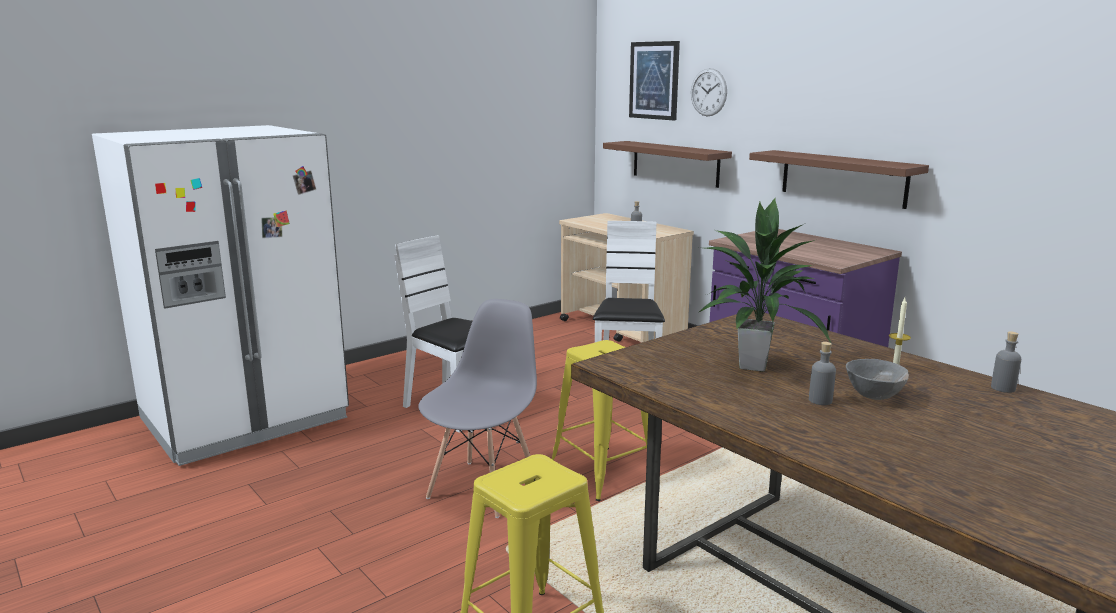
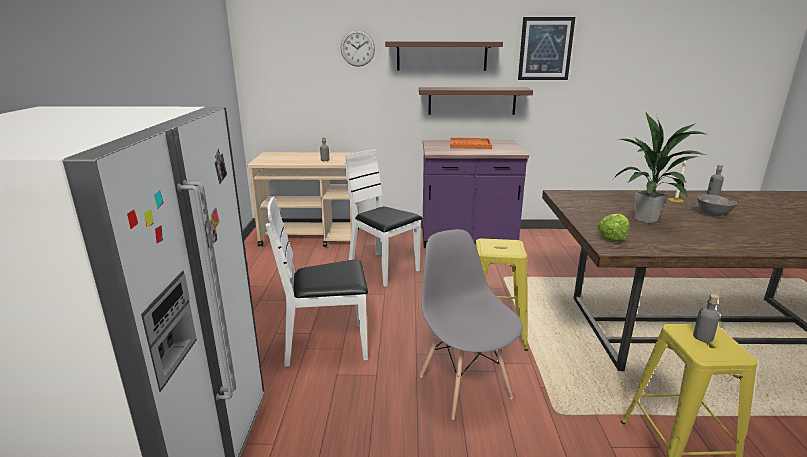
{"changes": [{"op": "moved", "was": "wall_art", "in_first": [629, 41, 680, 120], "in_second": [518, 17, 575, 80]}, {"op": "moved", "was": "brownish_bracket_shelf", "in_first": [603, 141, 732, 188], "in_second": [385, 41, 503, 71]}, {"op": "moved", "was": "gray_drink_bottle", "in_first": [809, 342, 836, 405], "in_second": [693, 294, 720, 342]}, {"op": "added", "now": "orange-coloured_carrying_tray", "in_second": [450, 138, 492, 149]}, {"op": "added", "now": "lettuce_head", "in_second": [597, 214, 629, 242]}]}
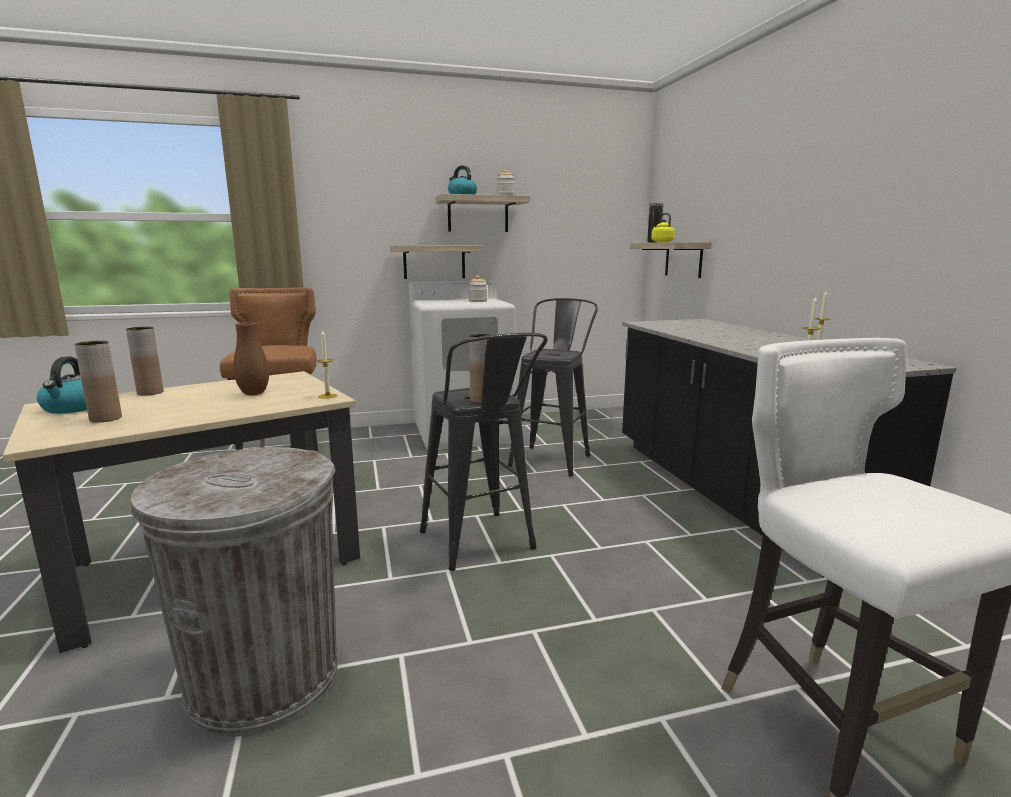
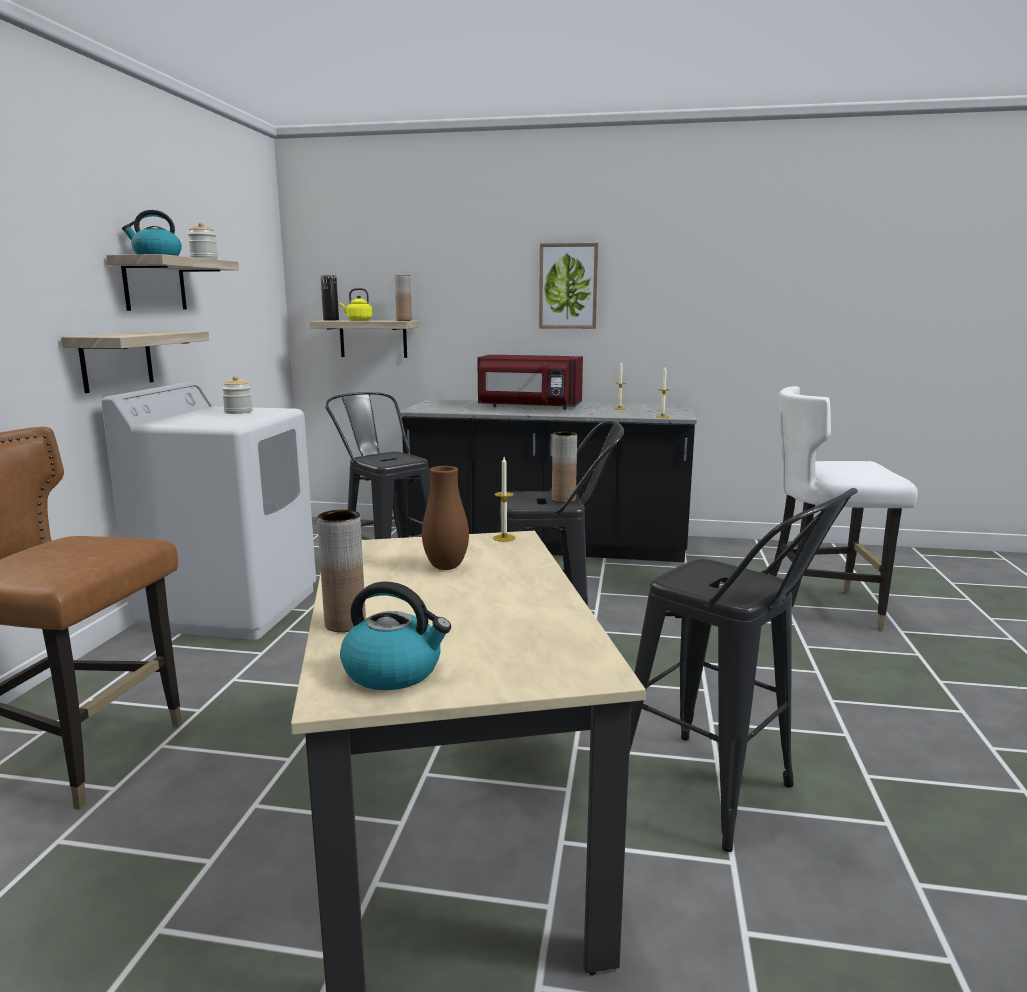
{"changes": [{"op": "moved", "was": "brownish_decorative_vase", "in_first": [74, 341, 122, 423], "in_second": [395, 275, 412, 321]}, {"op": "replaced", "was": "gray_waste_bin", "now": "black-coloured_sitting_stool", "in_first": [131, 447, 338, 737], "in_second": [629, 488, 858, 852]}, {"op": "added", "now": "wall_art", "in_second": [539, 243, 598, 329]}, {"op": "added", "now": "reddish_kitchen_microwave", "in_second": [477, 355, 583, 410]}]}
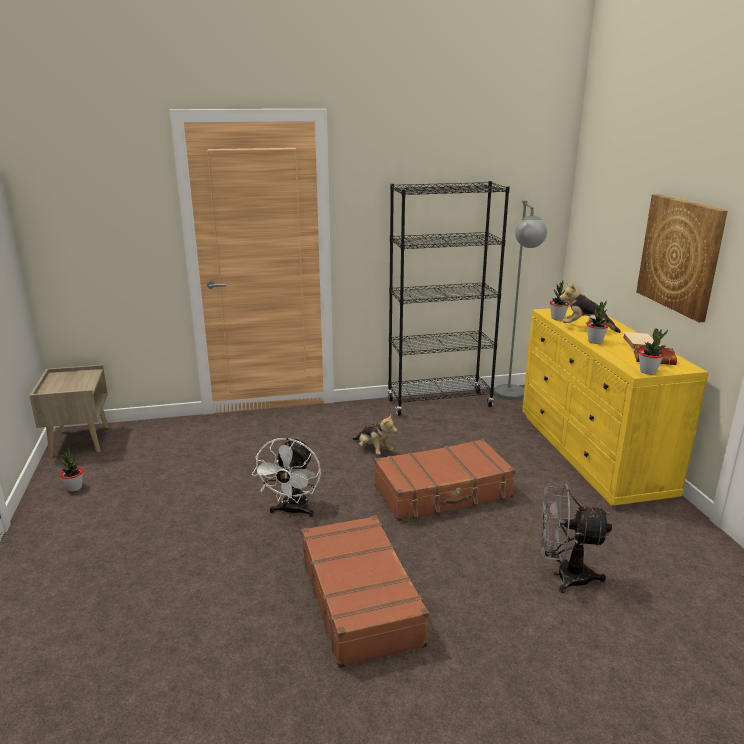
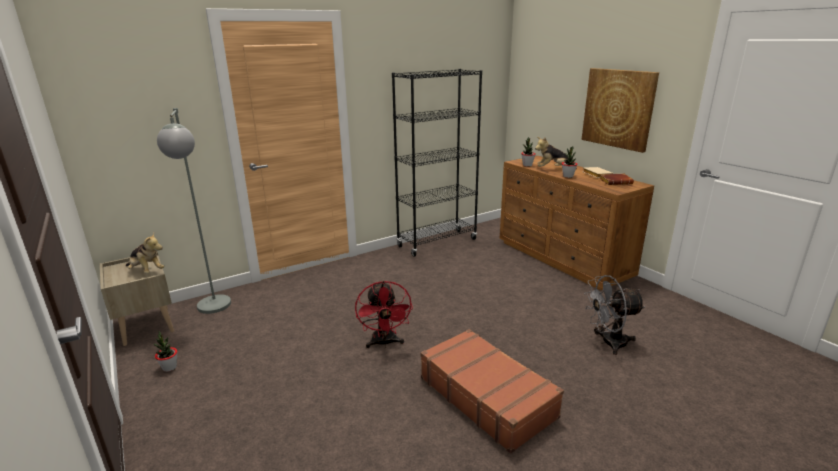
{"changes": [{"op": "moved", "was": "gray_standing_lamp", "in_first": [494, 200, 547, 400], "in_second": [157, 108, 231, 314]}, {"op": "recoloured", "was": "yellow_chest_of_drawers", "now": "brownish_chest_of_drawers", "in_first": [522, 307, 708, 506], "in_second": [500, 155, 654, 290]}, {"op": "removed", "was": "potted_plant", "in_first": [639, 328, 668, 375]}, {"op": "moved", "was": "soft_toy", "in_first": [352, 415, 398, 455], "in_second": [126, 233, 164, 274]}, {"op": "recoloured", "was": "white_cooling_fan", "now": "reddish_cooling_fan", "in_first": [252, 438, 321, 517], "in_second": [355, 281, 413, 348]}, {"op": "removed", "was": "brownish_suitcase", "in_first": [375, 439, 516, 521]}]}
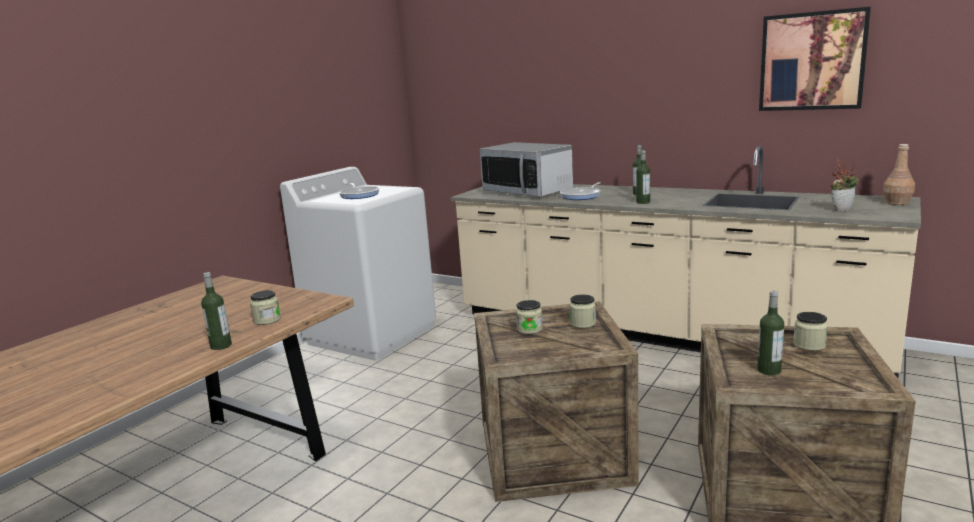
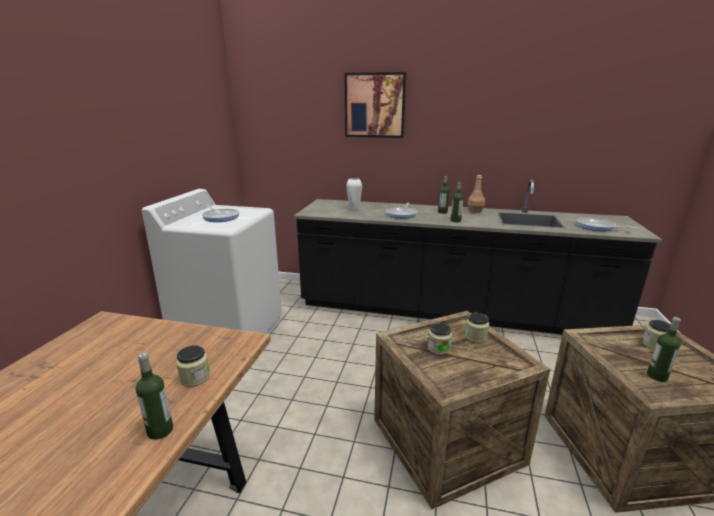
{"changes": [{"op": "moved", "was": "wall_art", "in_first": [759, 7, 871, 111], "in_second": [345, 72, 406, 138]}, {"op": "replaced", "was": "kitchen_microwave", "now": "white_decorative_vase", "in_first": [480, 142, 573, 197], "in_second": [346, 178, 362, 211]}, {"op": "moved", "was": "brownish_drink_bottle", "in_first": [883, 144, 915, 205], "in_second": [467, 175, 485, 213]}, {"op": "recoloured", "was": "beige_counter", "now": "black-coloured_counter", "in_first": [451, 146, 921, 378], "in_second": [294, 179, 662, 335]}, {"op": "replaced", "was": "potted_plant", "now": "pan", "in_first": [831, 160, 859, 211], "in_second": [577, 218, 638, 231]}]}
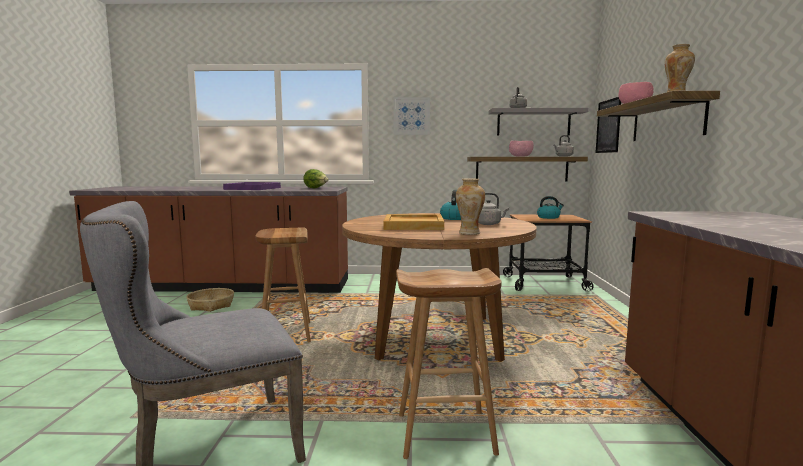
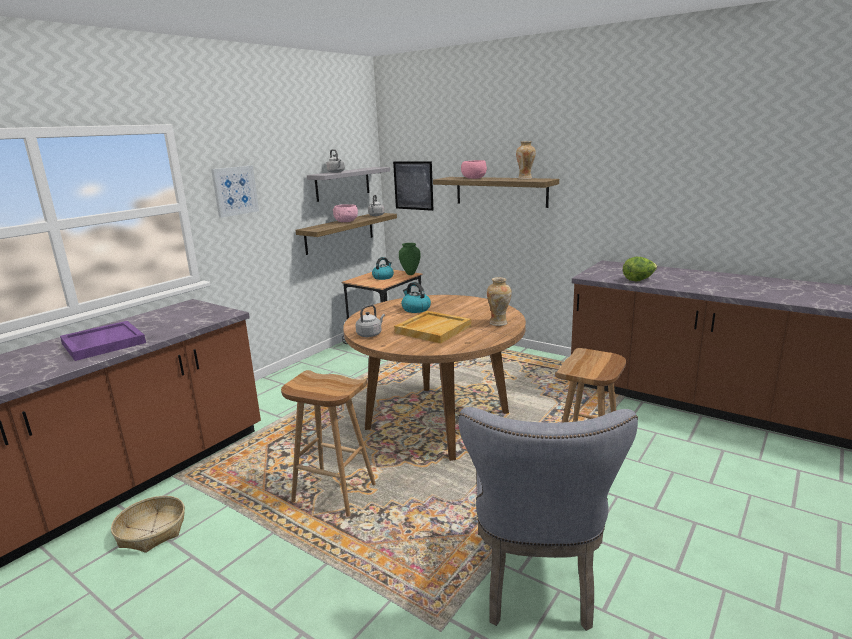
{"changes": [{"op": "moved", "was": "lettuce_head", "in_first": [303, 169, 328, 188], "in_second": [623, 257, 657, 281]}, {"op": "moved", "was": "gray_tea_kettle", "in_first": [478, 193, 509, 225], "in_second": [356, 304, 385, 337]}, {"op": "added", "now": "green-coloured_decorative_vase", "in_second": [399, 243, 421, 275]}]}
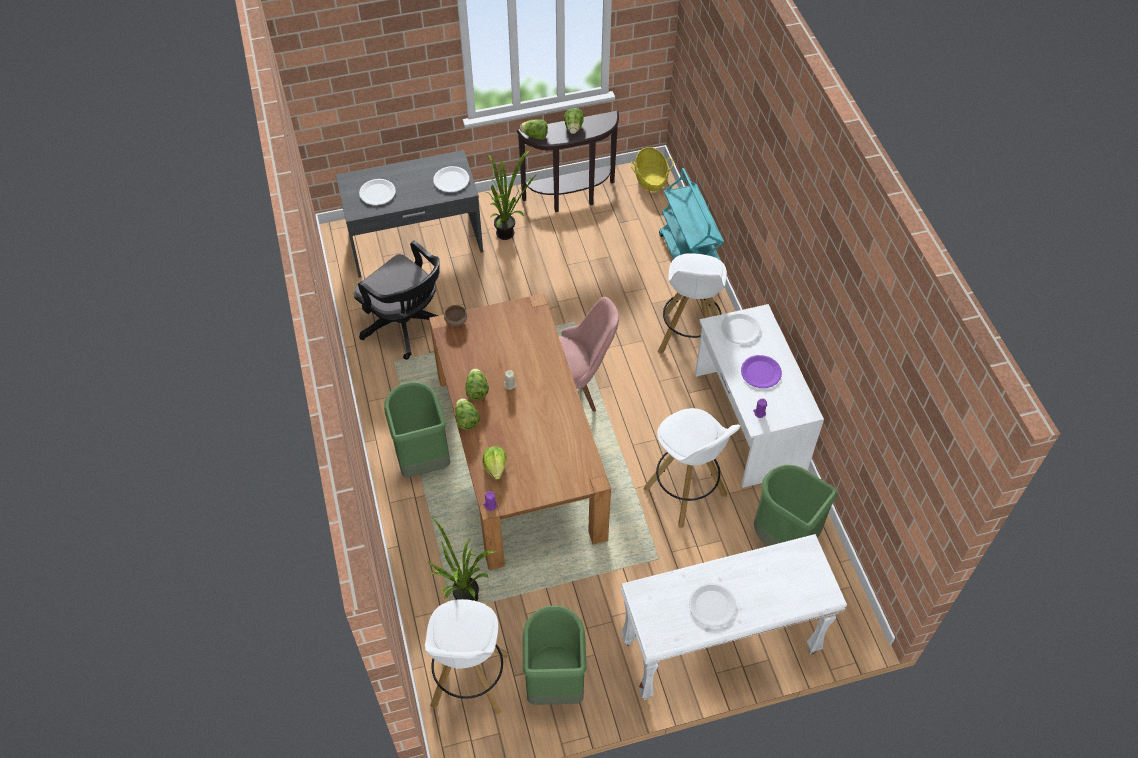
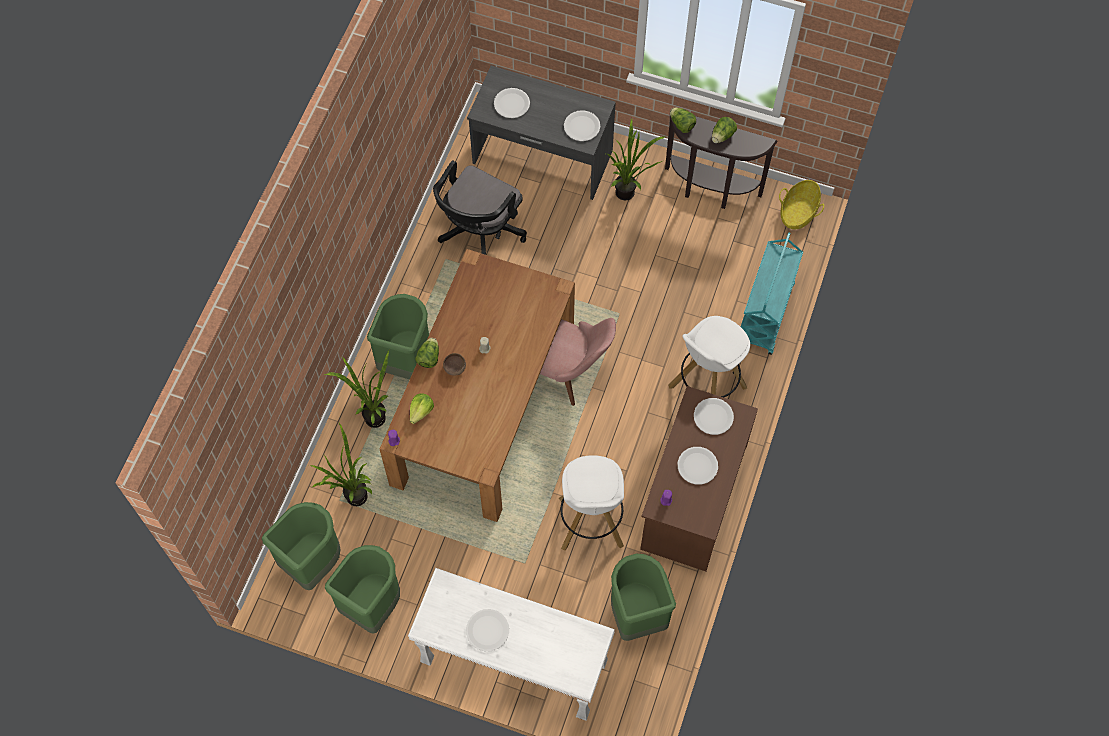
{"changes": [{"op": "turned", "was": "black-coloured_office_chair", "in_first": [354, 241, 440, 360], "in_second": [433, 160, 527, 255], "clockwise": 45}, {"op": "recoloured", "was": "white_desk_unit", "now": "brownish_desk_unit", "in_first": [695, 304, 824, 488], "in_second": [640, 386, 758, 571]}, {"op": "moved", "was": "brownish_deep_dish", "in_first": [444, 305, 467, 327], "in_second": [443, 353, 466, 376]}, {"op": "recoloured", "was": "purple-coloured_flat_dish", "now": "white_flat_dish", "in_first": [741, 355, 782, 388], "in_second": [678, 447, 718, 485]}, {"op": "removed", "was": "lettuce_head", "in_first": [465, 368, 489, 400]}, {"op": "replaced", "was": "white_sitting_stool", "now": "green-coloured_waste_bin", "in_first": [425, 599, 509, 715], "in_second": [262, 502, 340, 590]}, {"op": "added", "now": "potted_plant", "in_second": [324, 350, 389, 428]}]}
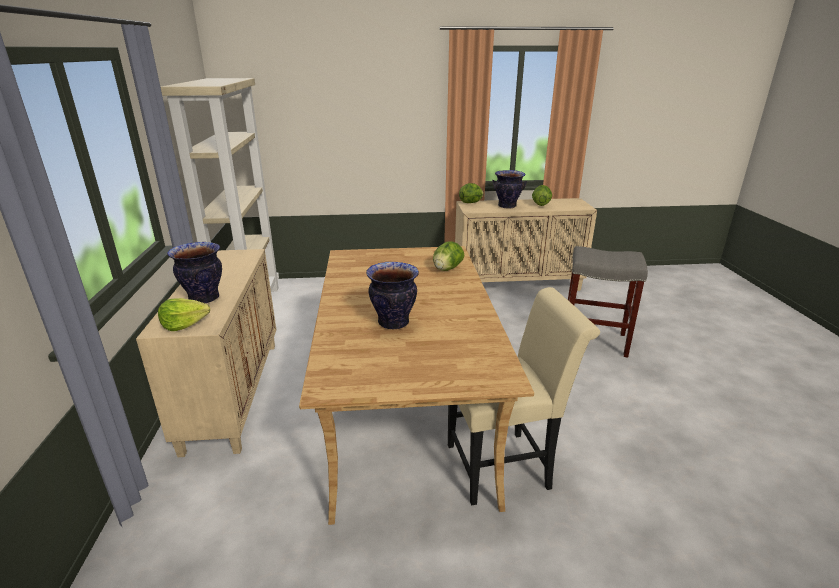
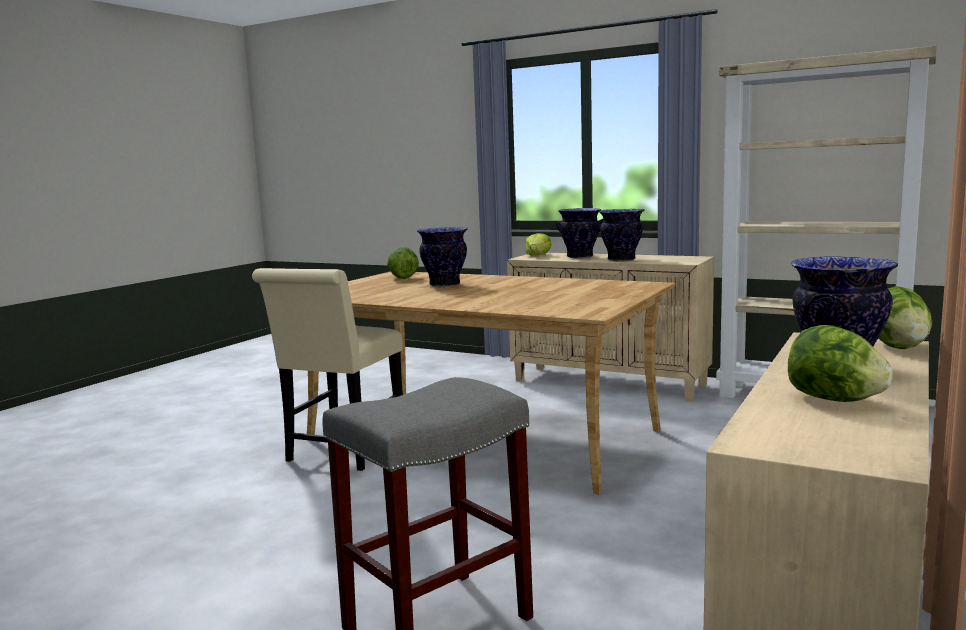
{"changes": [{"op": "moved", "was": "lettuce_head", "in_first": [433, 241, 465, 271], "in_second": [387, 246, 419, 279]}, {"op": "added", "now": "decorative_vase", "in_second": [599, 208, 644, 262]}]}
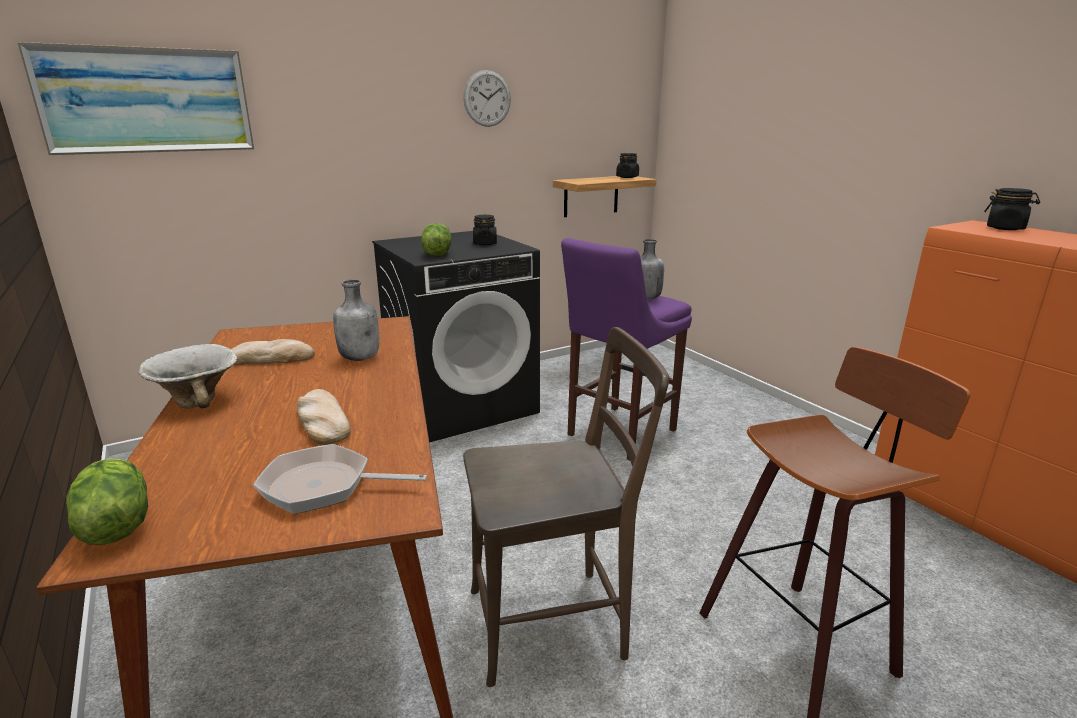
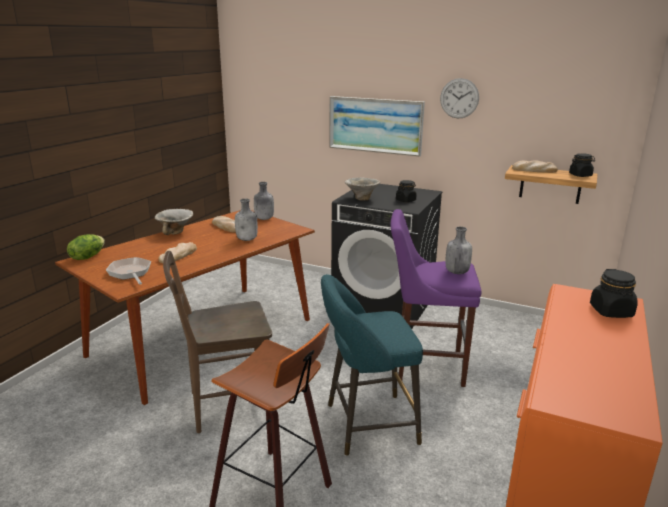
{"changes": [{"op": "moved", "was": "wall_art", "in_first": [17, 42, 254, 155], "in_second": [329, 96, 425, 157]}, {"op": "replaced", "was": "lettuce_head", "now": "deep_dish", "in_first": [421, 223, 452, 256], "in_second": [345, 177, 381, 200]}, {"op": "turned", "was": "brownish_chair", "in_first": [463, 327, 669, 687], "in_second": [163, 251, 272, 433], "clockwise": 120}, {"op": "added", "now": "bread", "in_second": [512, 161, 558, 173]}, {"op": "added", "now": "gray_drink_bottle", "in_second": [254, 182, 274, 220]}, {"op": "added", "now": "turquoise-coloured_sitting_stool", "in_second": [321, 274, 423, 456]}]}
